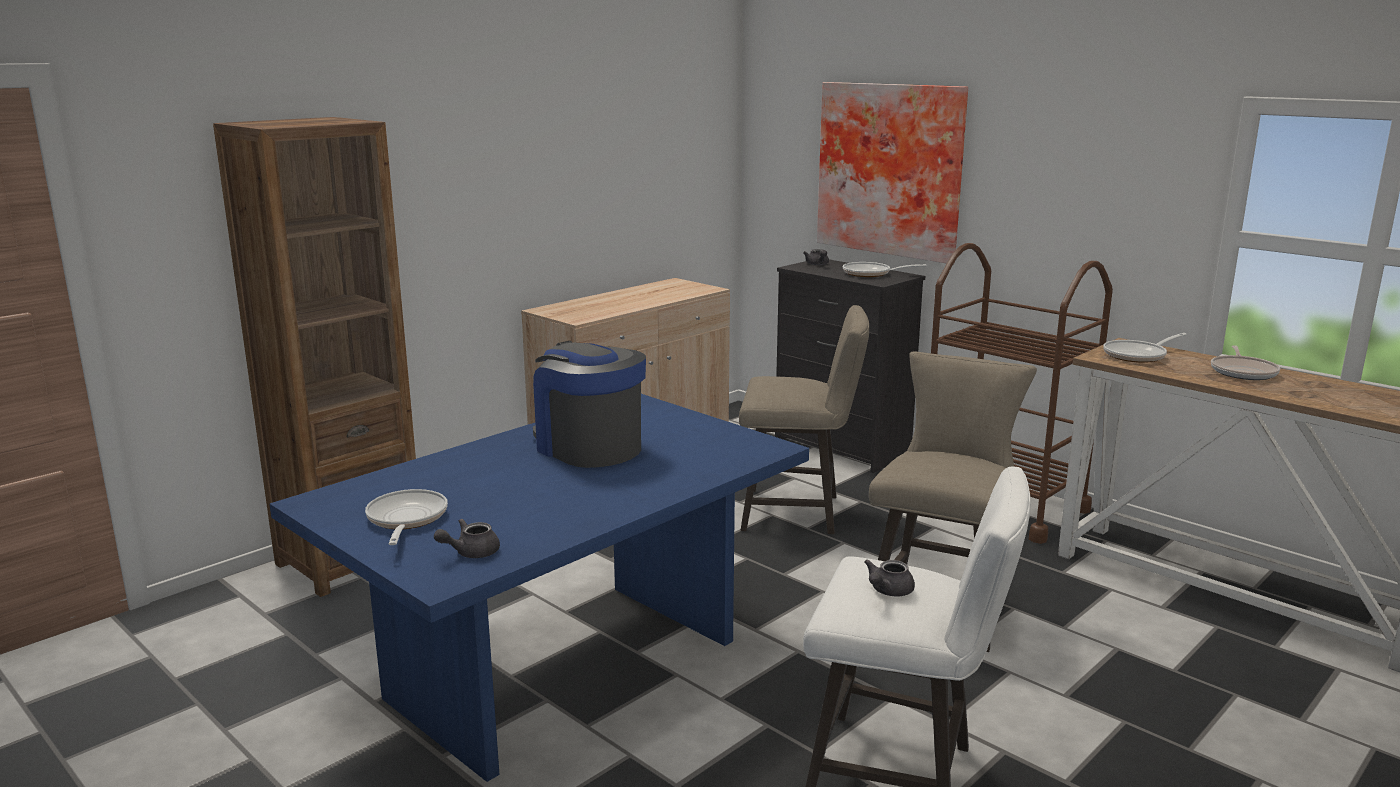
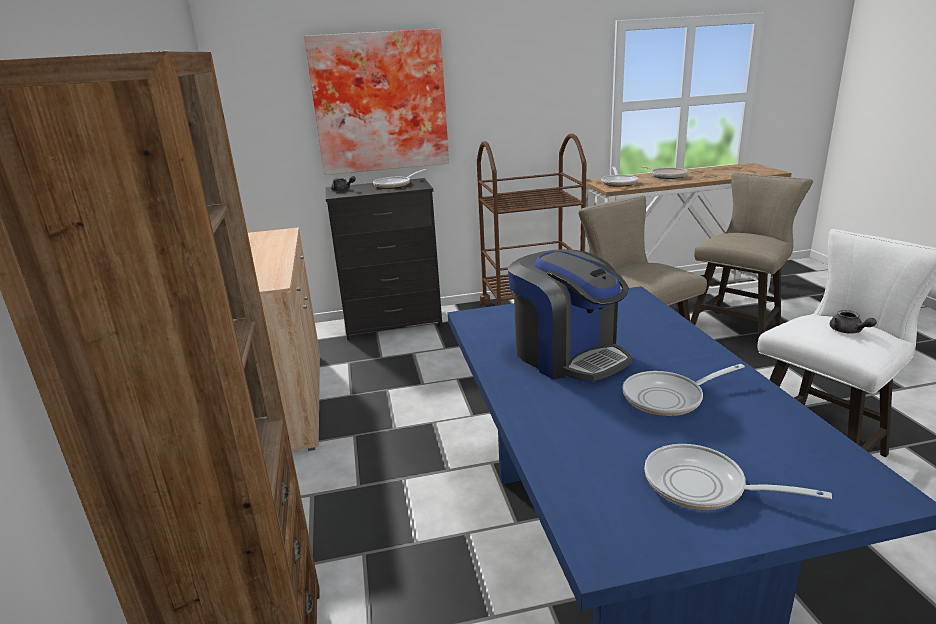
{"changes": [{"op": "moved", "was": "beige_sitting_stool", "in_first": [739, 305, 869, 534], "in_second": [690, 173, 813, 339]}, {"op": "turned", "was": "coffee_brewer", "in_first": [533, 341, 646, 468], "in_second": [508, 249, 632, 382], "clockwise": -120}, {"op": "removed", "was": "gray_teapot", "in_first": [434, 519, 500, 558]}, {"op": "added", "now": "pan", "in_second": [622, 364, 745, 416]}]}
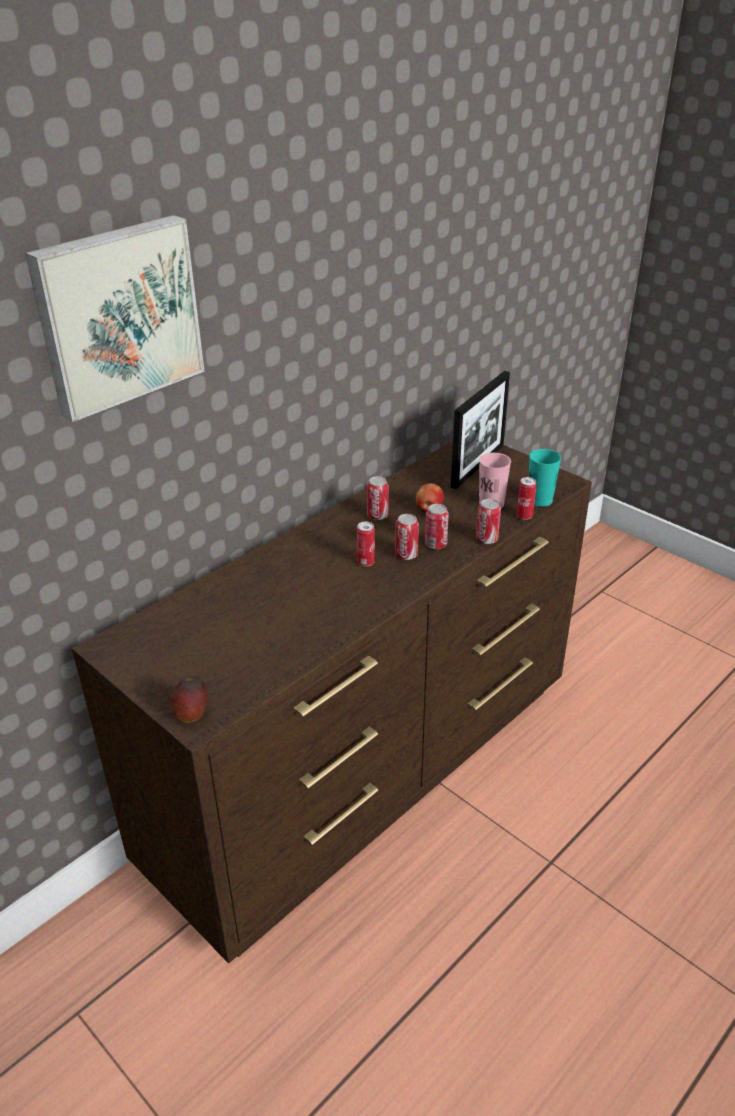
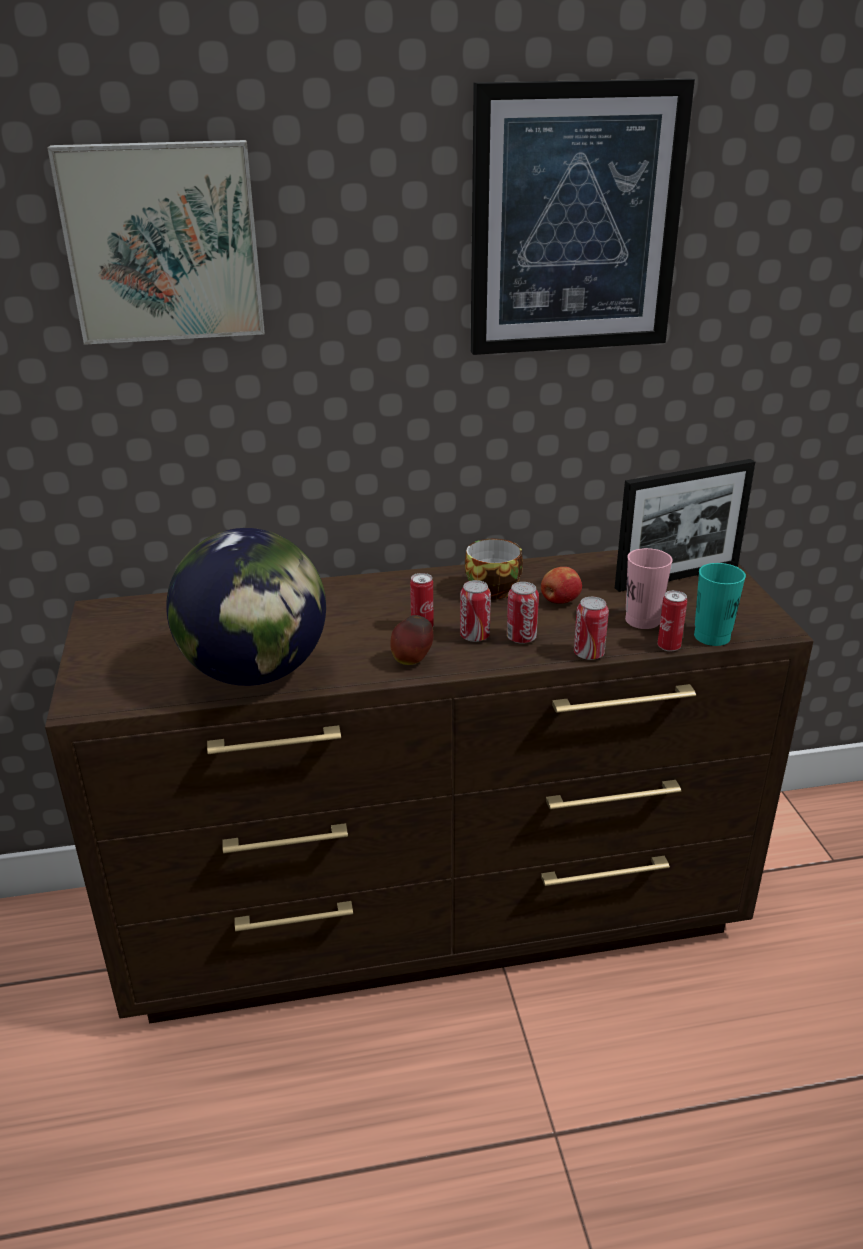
{"changes": [{"op": "replaced", "was": "sealed_can", "now": "cup", "in_first": [367, 476, 389, 520], "in_second": [465, 539, 523, 600]}, {"op": "moved", "was": "apple_fruit", "in_first": [170, 676, 208, 723], "in_second": [390, 615, 433, 665]}, {"op": "added", "now": "wall_art", "in_second": [471, 78, 695, 355]}, {"op": "added", "now": "globe", "in_second": [166, 528, 326, 686]}]}
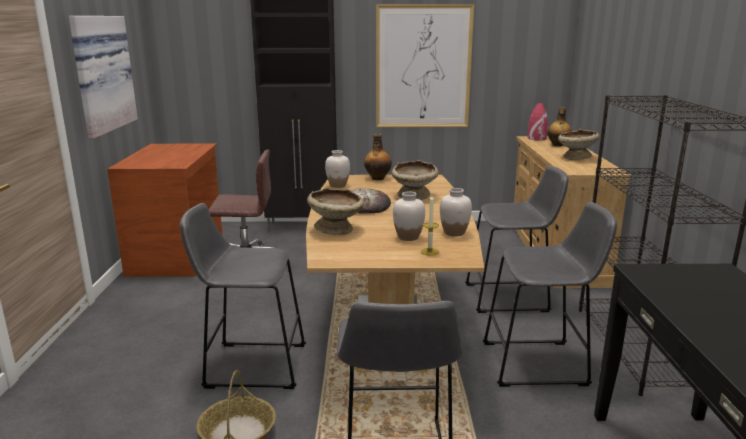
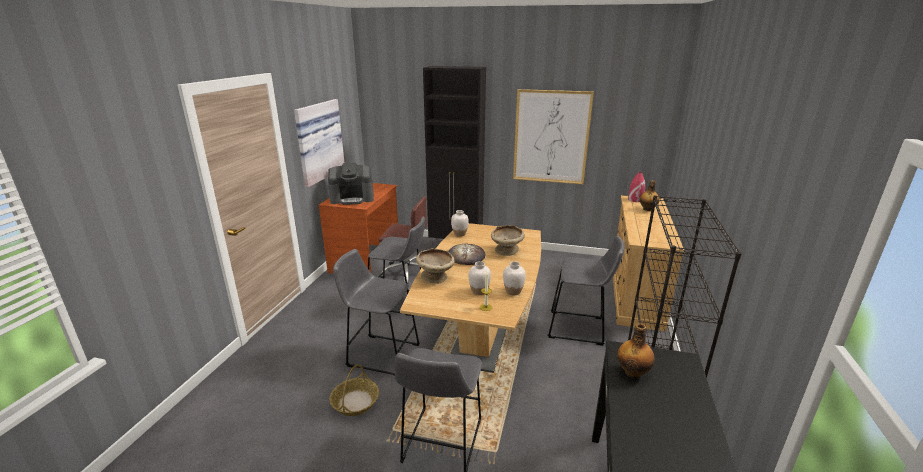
{"changes": [{"op": "removed", "was": "beige_deep_dish", "in_first": [558, 129, 600, 160]}, {"op": "moved", "was": "drink_bottle", "in_first": [364, 134, 392, 180], "in_second": [617, 323, 655, 379]}, {"op": "moved", "was": "gray_sitting_stool", "in_first": [483, 202, 617, 387], "in_second": [368, 217, 425, 316]}, {"op": "added", "now": "coffee_brewer", "in_second": [328, 162, 374, 205]}]}
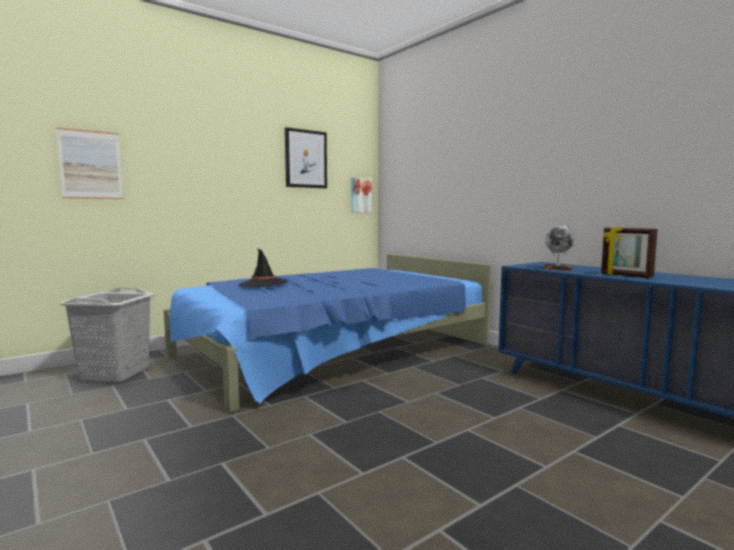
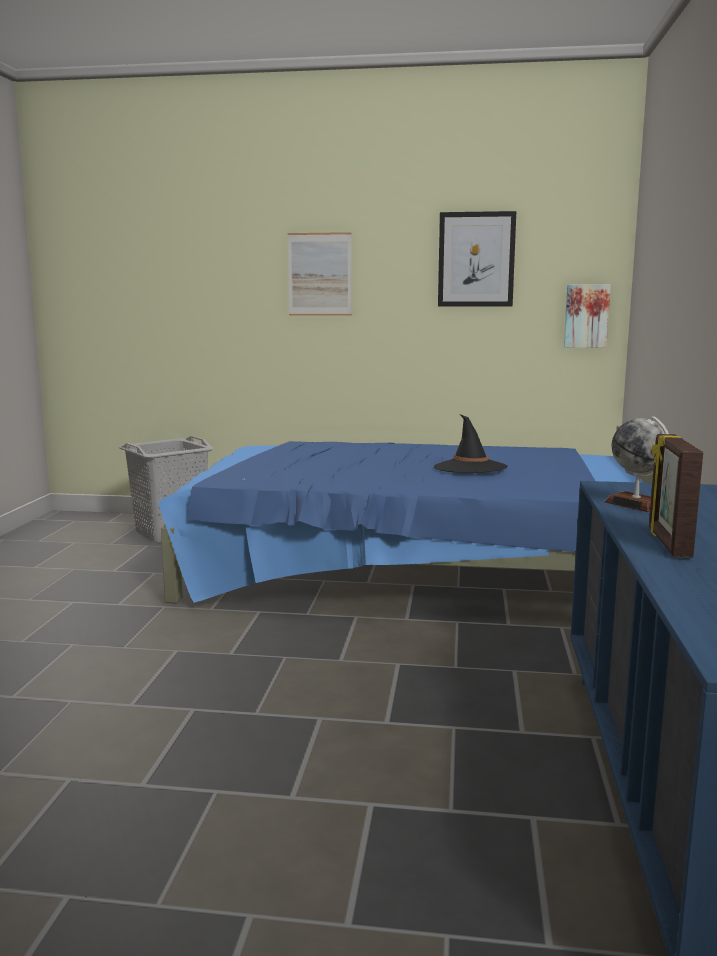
{"changes": [{"op": "moved", "was": "wall_art", "in_first": [56, 127, 123, 199], "in_second": [288, 232, 352, 316]}, {"op": "moved", "was": "black-coloured_wearable_hat", "in_first": [239, 249, 288, 287], "in_second": [434, 414, 508, 473]}]}
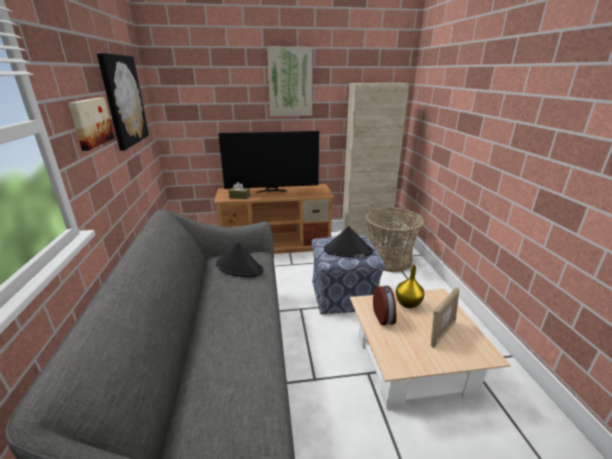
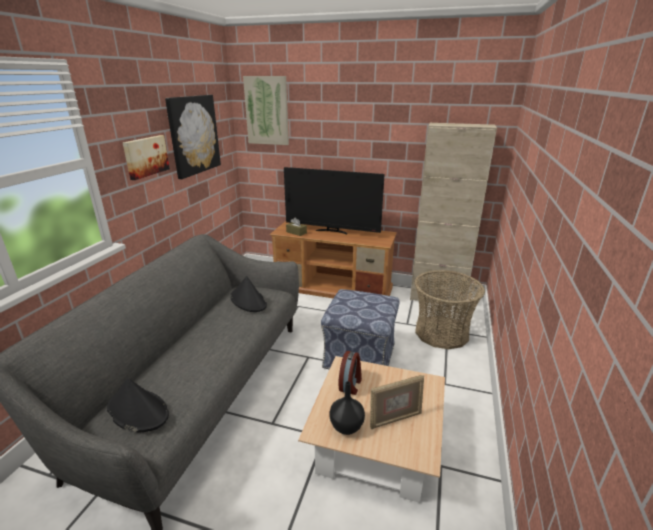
{"changes": [{"op": "moved", "was": "wall_art", "in_first": [267, 47, 313, 116], "in_second": [243, 76, 289, 145]}, {"op": "moved", "was": "black-coloured_wearable_hat", "in_first": [324, 226, 373, 258], "in_second": [107, 378, 169, 433]}, {"op": "removed", "was": "yellow_decorative_vase", "in_first": [396, 265, 425, 308]}, {"op": "added", "now": "black-coloured_decorative_vase", "in_second": [330, 381, 365, 435]}]}
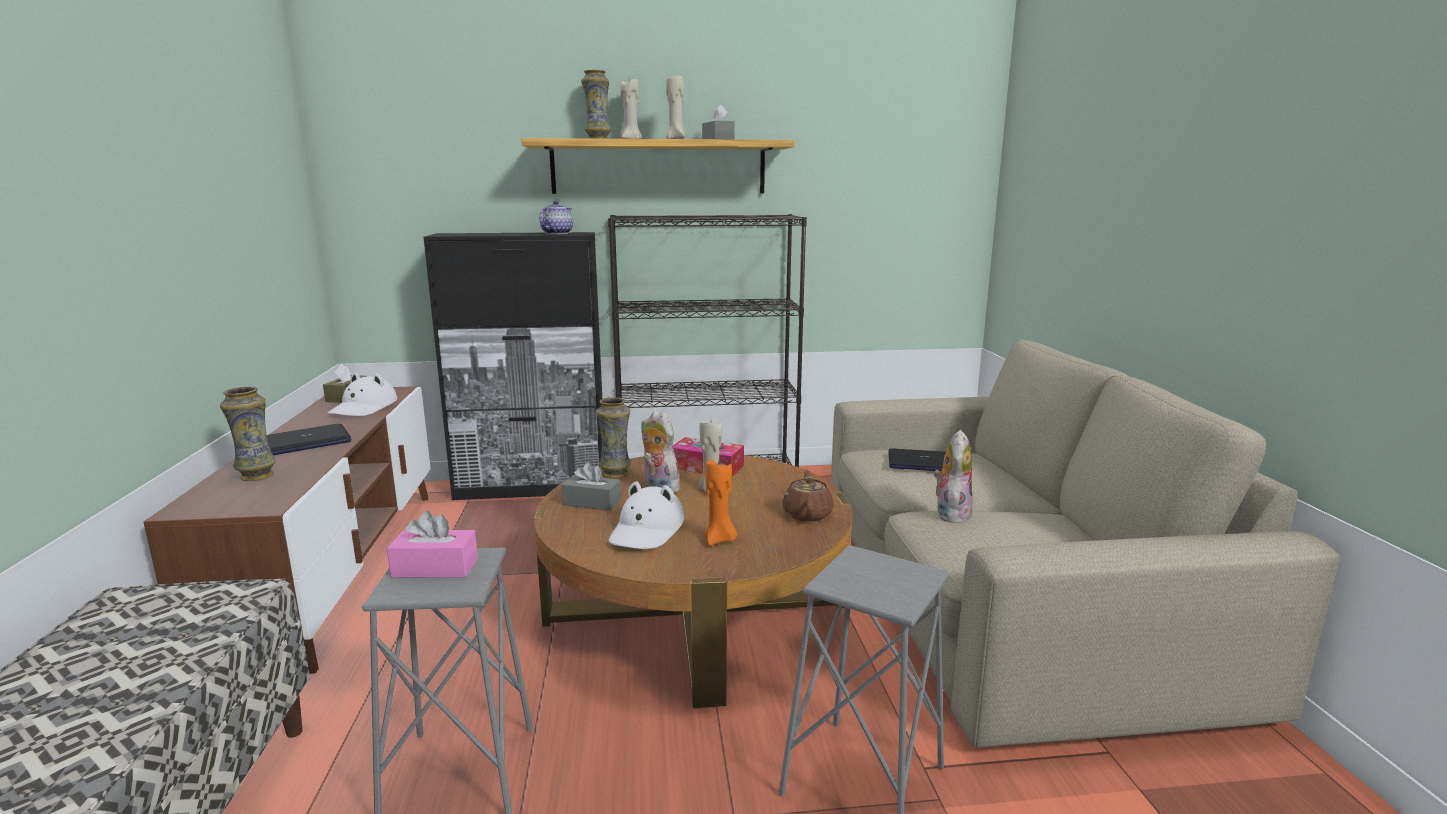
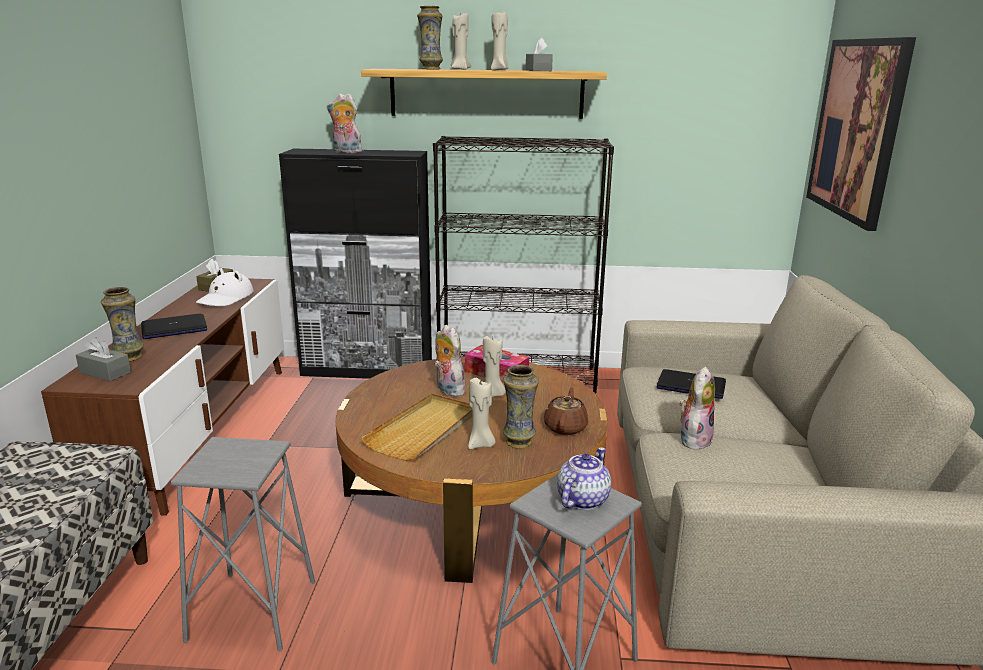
{"changes": [{"op": "moved", "was": "teapot", "in_first": [539, 201, 573, 234], "in_second": [557, 447, 611, 510]}, {"op": "moved", "was": "decorative_vase", "in_first": [596, 397, 631, 479], "in_second": [503, 365, 539, 449]}, {"op": "recoloured", "was": "orange-coloured_wax_light", "now": "beige_wax_light", "in_first": [705, 460, 737, 545], "in_second": [468, 378, 495, 449]}, {"op": "moved", "was": "gray_tissue_box", "in_first": [562, 462, 621, 511], "in_second": [76, 337, 131, 381]}, {"op": "replaced", "was": "white_wearable_hat", "now": "beige_carrying_tray", "in_first": [608, 481, 684, 549], "in_second": [361, 394, 472, 461]}, {"op": "removed", "was": "pink_tissue_box", "in_first": [387, 511, 478, 578]}, {"op": "added", "now": "wall_art", "in_second": [806, 37, 916, 231]}, {"op": "added", "now": "soft_toy", "in_second": [327, 93, 362, 153]}]}
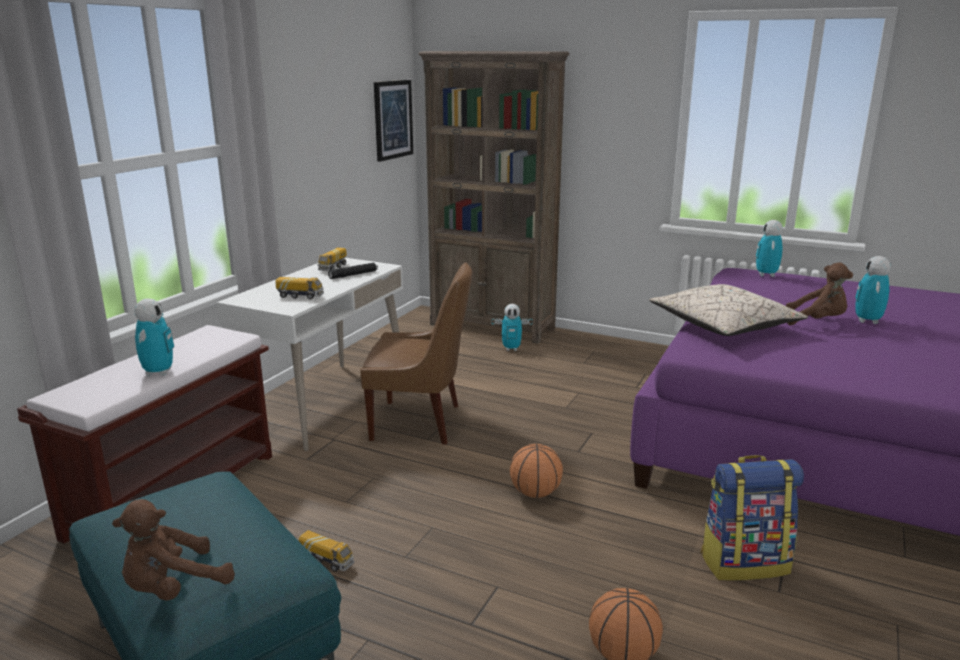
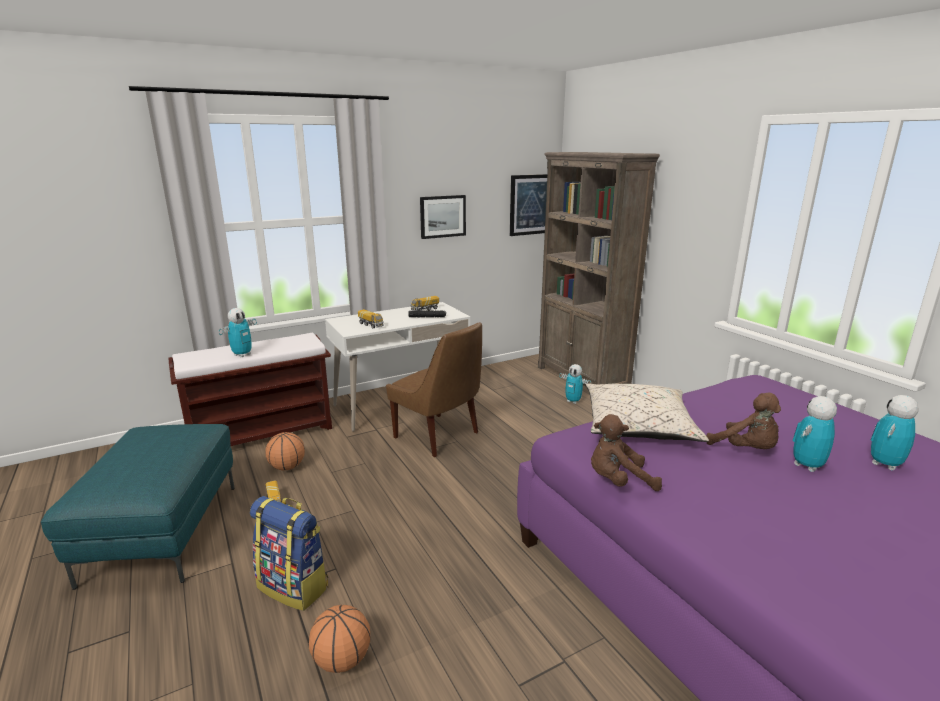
{"changes": [{"op": "moved", "was": "toy_robot", "in_first": [756, 220, 783, 277], "in_second": [870, 395, 919, 470]}, {"op": "moved", "was": "basketball_ball", "in_first": [510, 444, 563, 498], "in_second": [265, 432, 305, 470]}, {"op": "moved", "was": "rucksack", "in_first": [701, 455, 804, 581], "in_second": [250, 496, 328, 611]}, {"op": "moved", "was": "brownish_soft_toy", "in_first": [112, 499, 235, 601], "in_second": [591, 414, 662, 491]}, {"op": "added", "now": "wall_art", "in_second": [420, 195, 466, 239]}]}
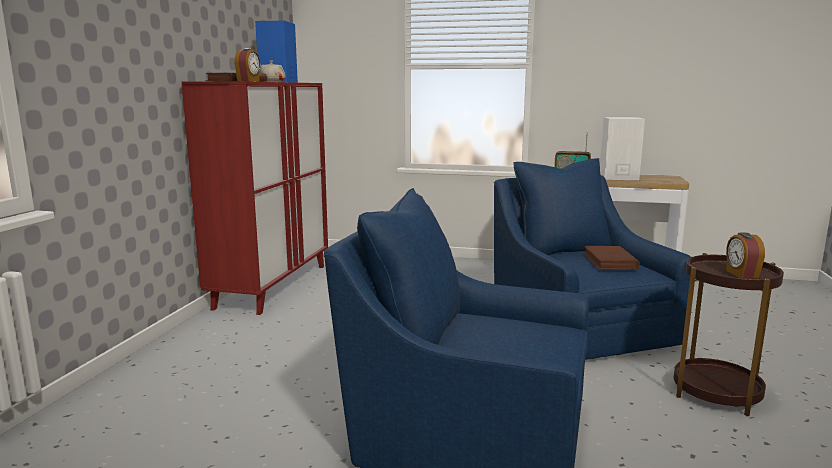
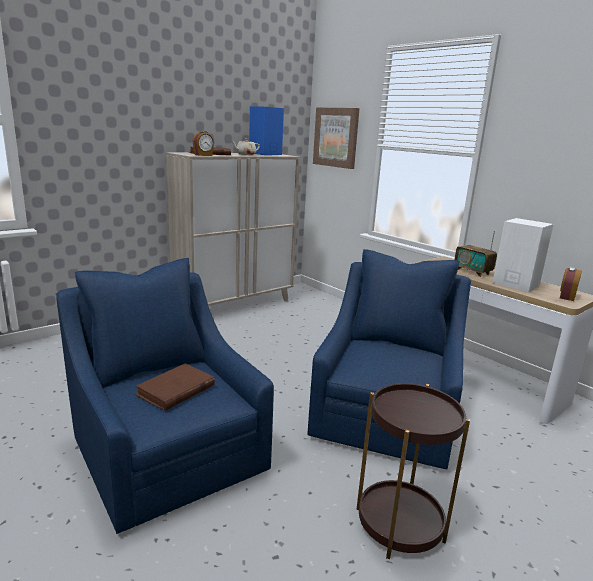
{"changes": [{"op": "recoloured", "was": "reddish_storage_cabinet", "now": "beige_storage_cabinet", "in_first": [182, 81, 328, 315], "in_second": [166, 152, 300, 306]}, {"op": "moved", "was": "bedside_clock", "in_first": [726, 233, 765, 279], "in_second": [560, 267, 582, 301]}, {"op": "moved", "was": "brownish_bound_book", "in_first": [584, 246, 640, 270], "in_second": [135, 363, 215, 411]}, {"op": "added", "now": "wall_art", "in_second": [313, 107, 360, 169]}]}
